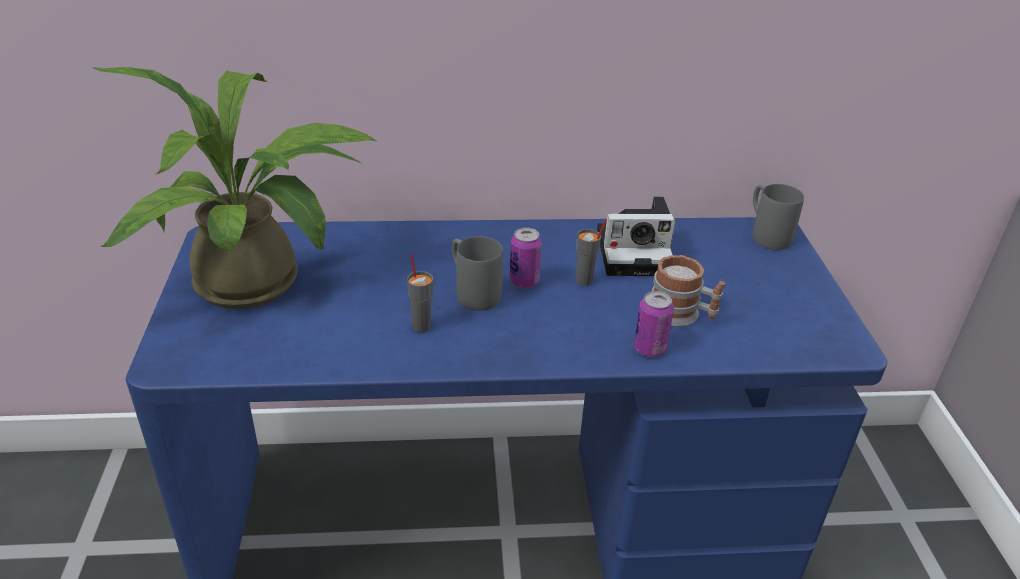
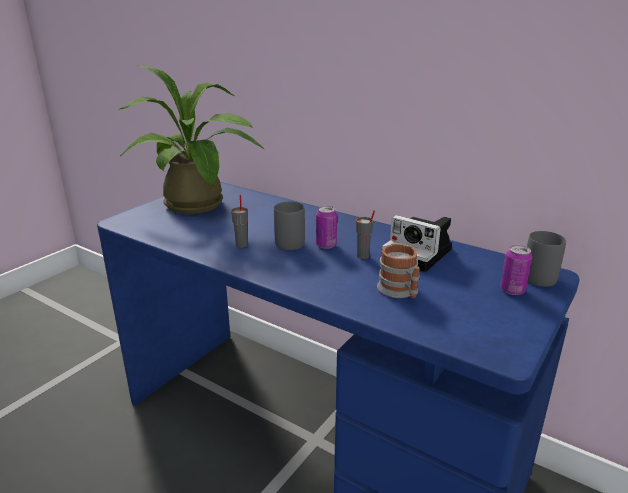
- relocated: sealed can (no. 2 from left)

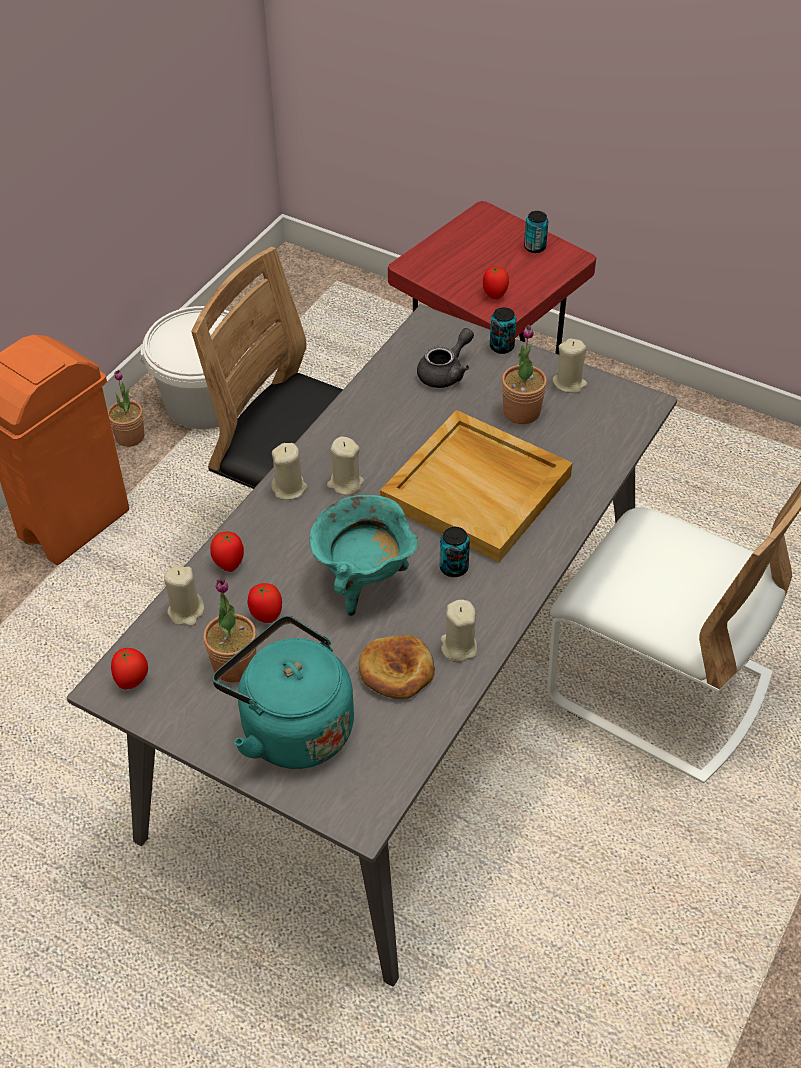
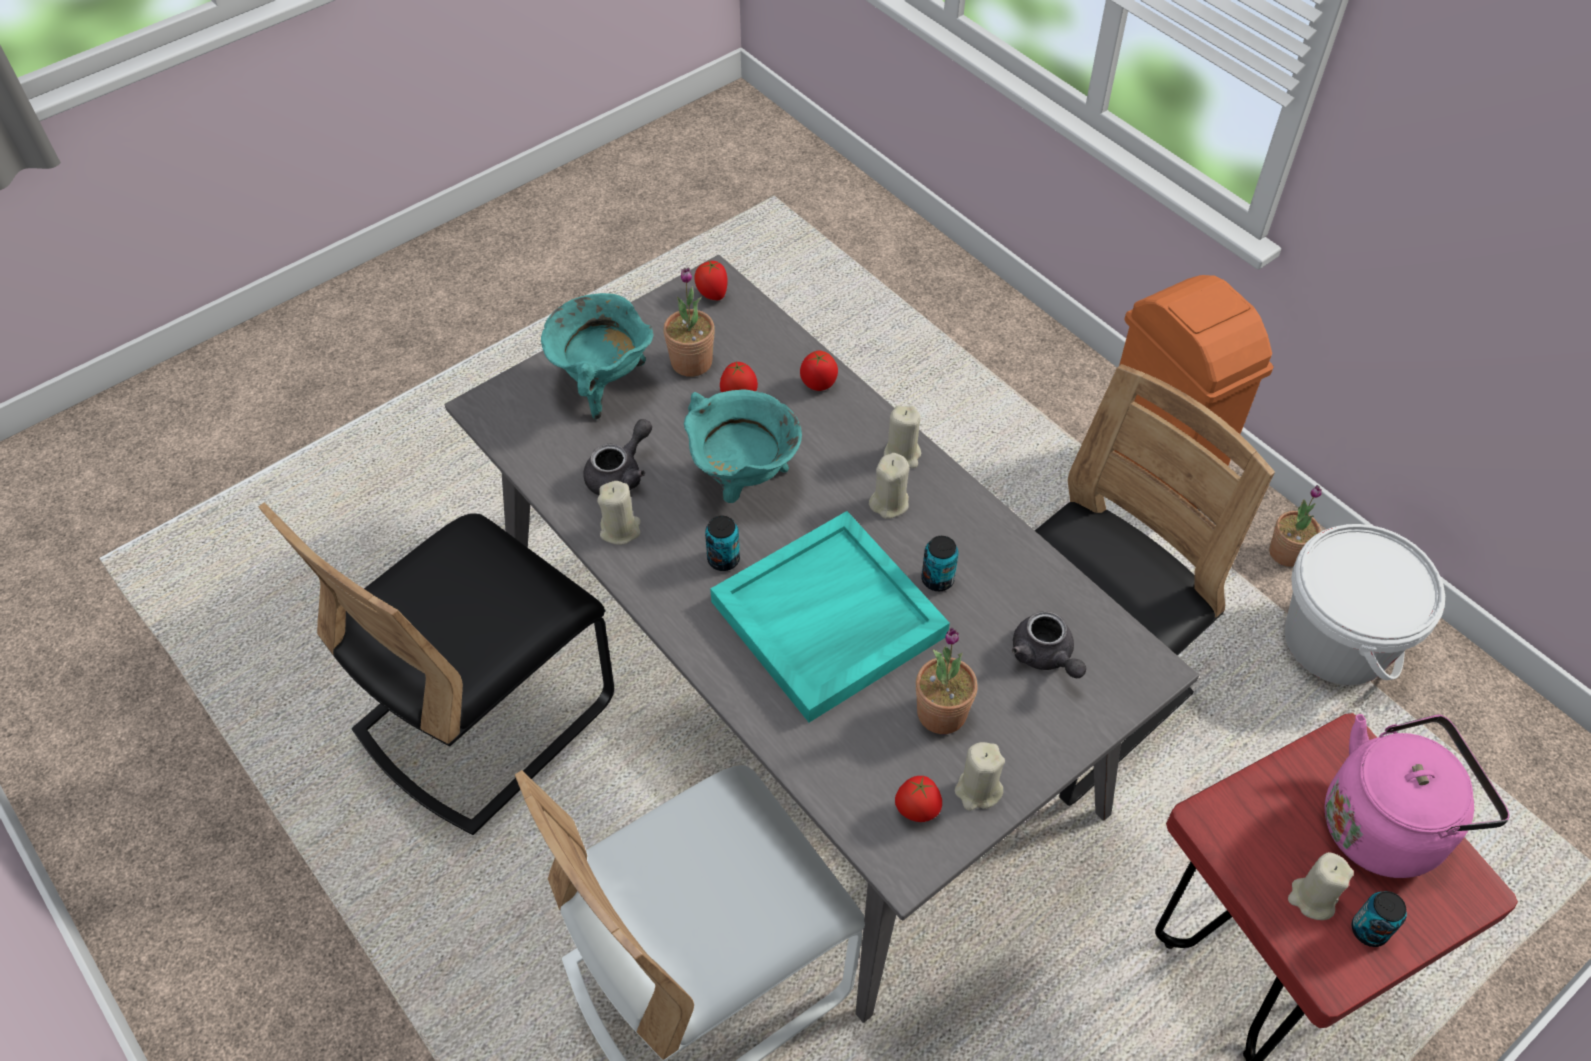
- appeared: black plain chair (no. 1 from left)
- appeared: pink-coloured kettle
- relocated: sand-coloured wax light (no. 1 from left in the first image) to sand-coloured wax light (no. 5 from left)
- relocated: tomato (no. 4 from left)
- relocated: sealed can (no. 2 from left)
- exchanged: turquoise kettle to turquoise saucepot (no. 1 from left)
- exchanged: bakery bread to gray tea pot (no. 1 from left)
- colour: sand-coloured tray to turquoise tray

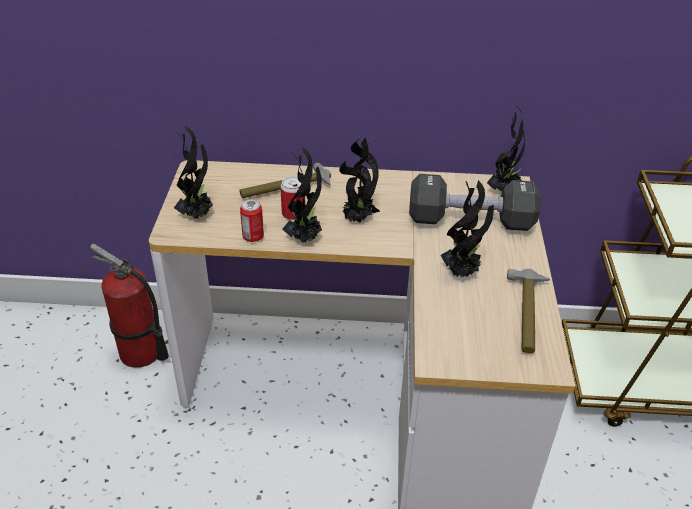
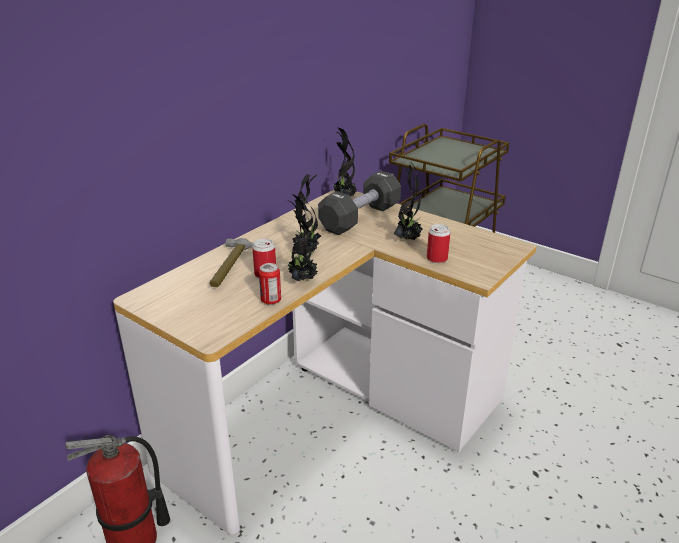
- missing: plant in a pot (no. 1 from left)
- missing: tool hammer (no. 2 from left)
- appeared: sealed can (no. 3 from left)

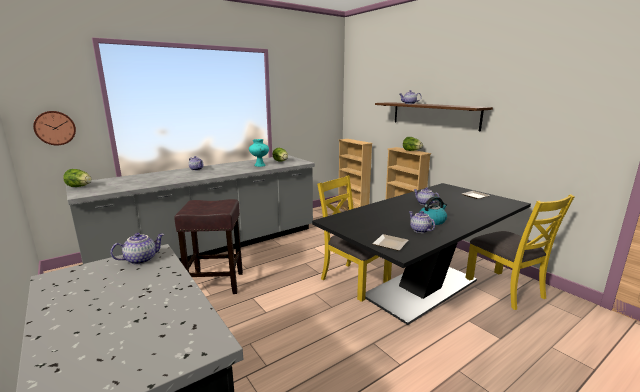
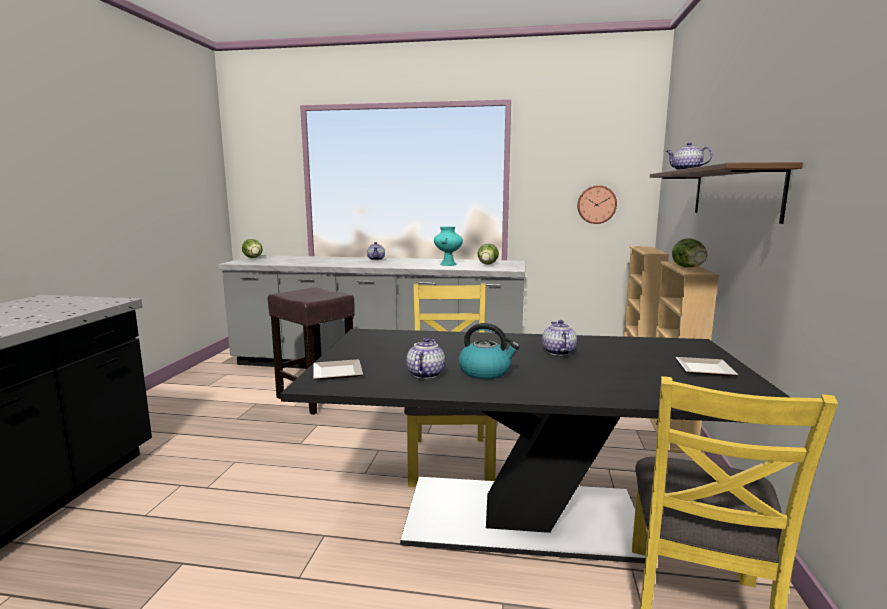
- missing: tea pot (no. 1 from left)
- relocated: hanging clock

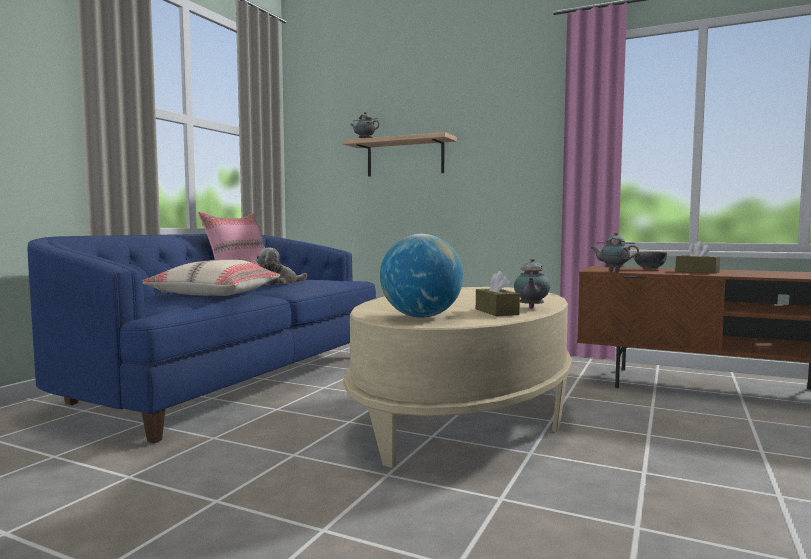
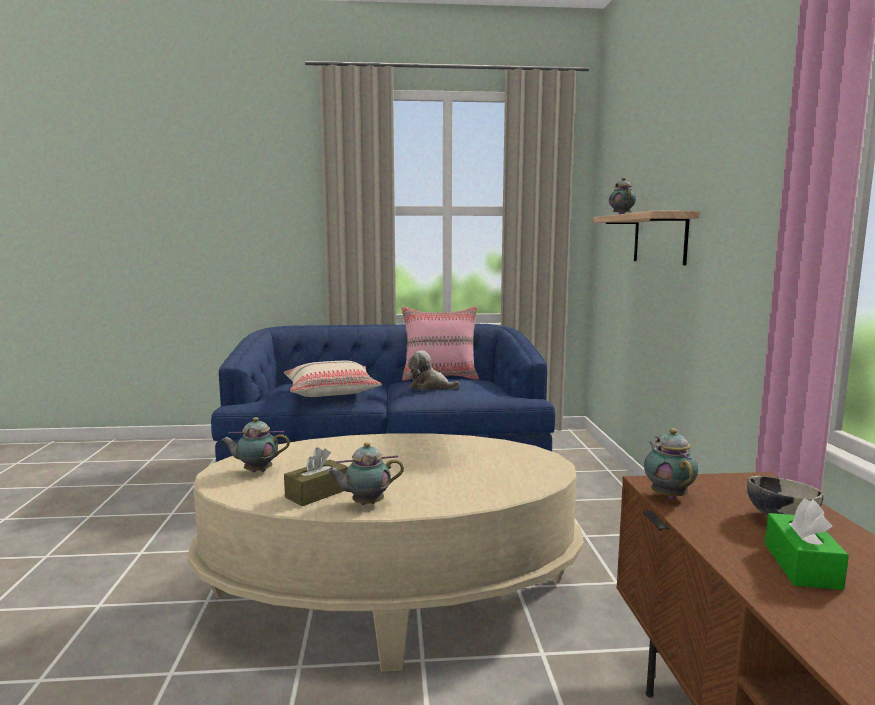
- exchanged: globe to tea pot (no. 1 from left)
- colour: brown tissue box (no. 2 from left) to green-coloured tissue box

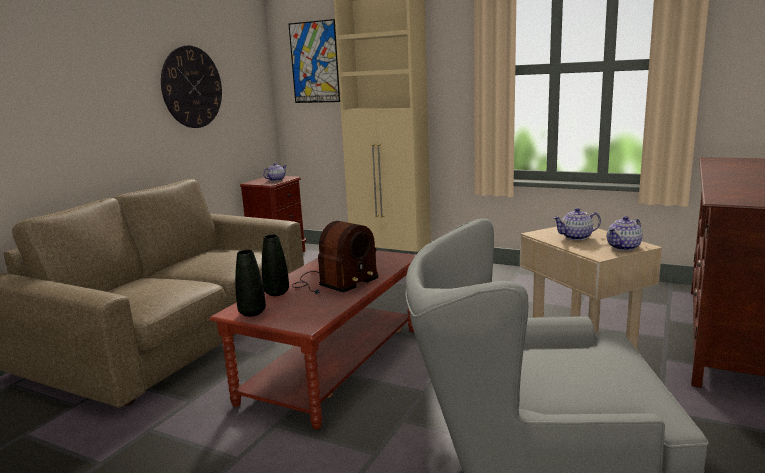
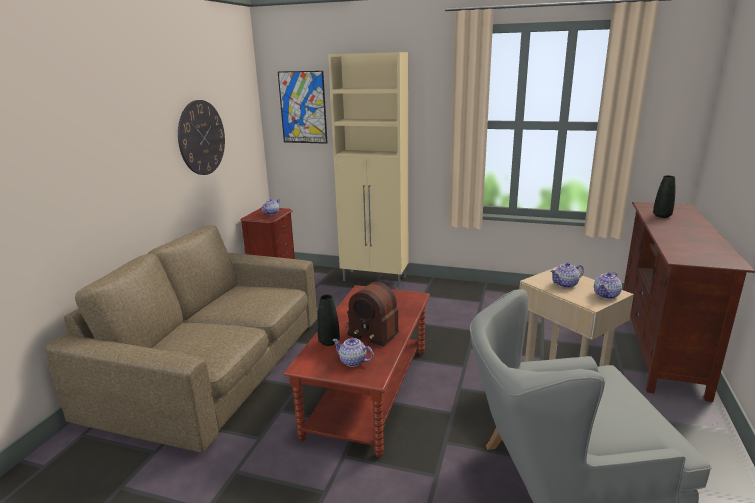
- appeared: tea pot (no. 2 from left)
- relocated: black flower vase (no. 1 from left in the first image) to black flower vase (no. 2 from left)
- spun: radio receiver 90 degrees clockwise

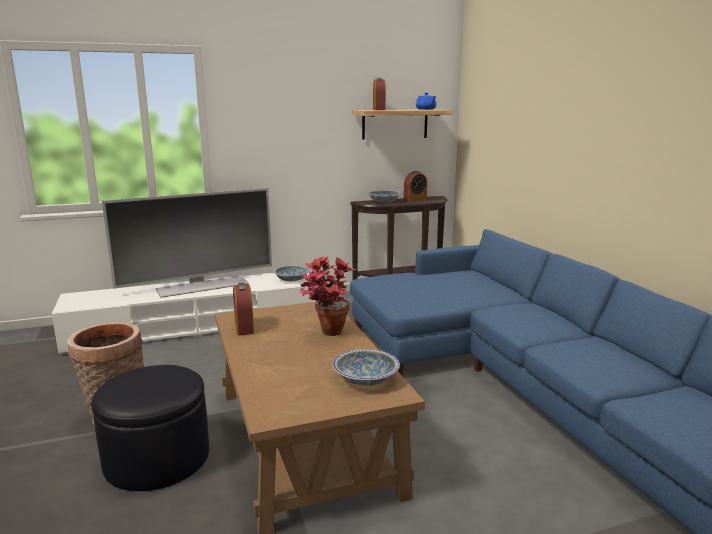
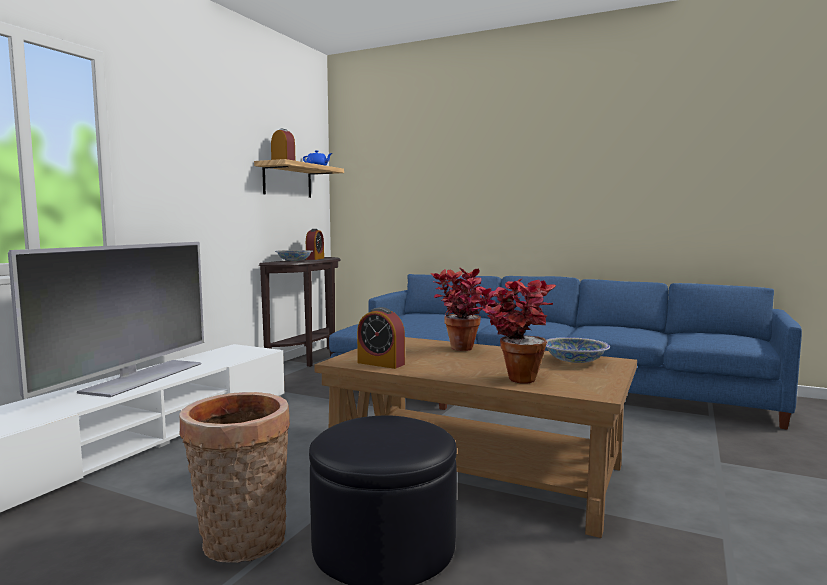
- missing: serving bowl (no. 1 from left)
- appeared: plant in a pot (no. 2 from left)

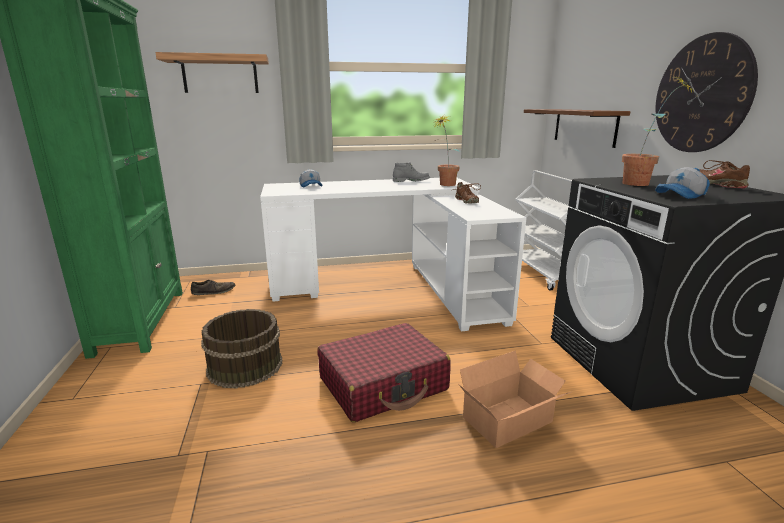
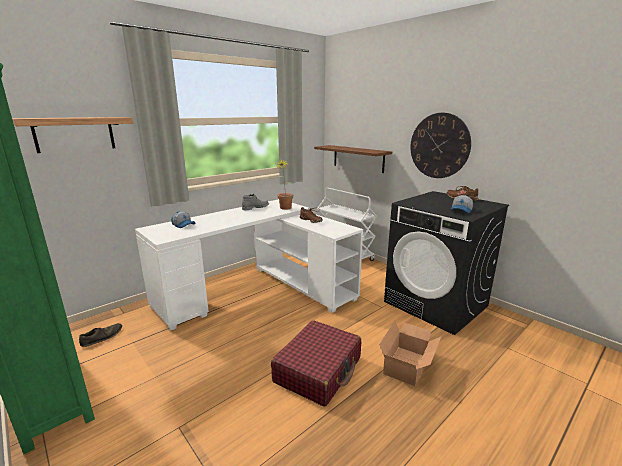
- missing: brown water bucket
- missing: plant in a pot (no. 2 from left)

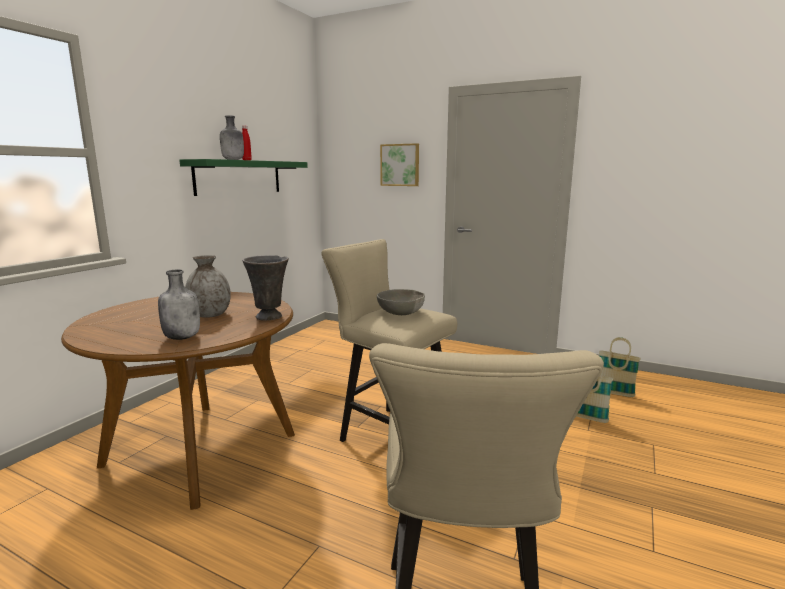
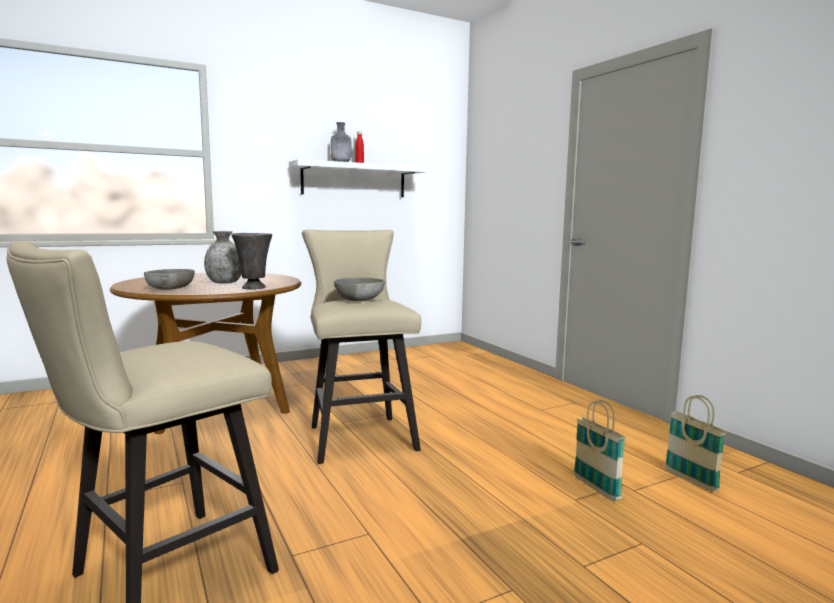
- missing: wall picture
- exchanged: gray beverage bottle (no. 1 from left) to gray serving bowl (no. 1 from left)
- colour: green-coloured wall shelf to white wall shelf

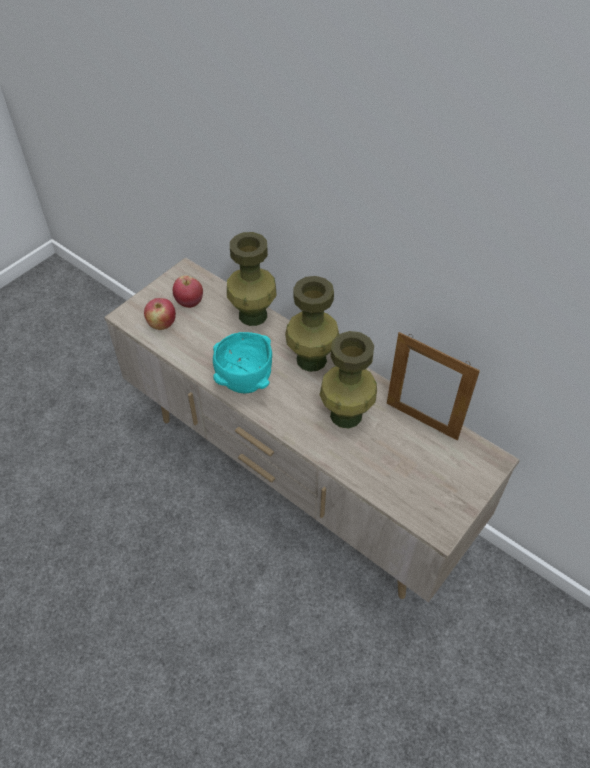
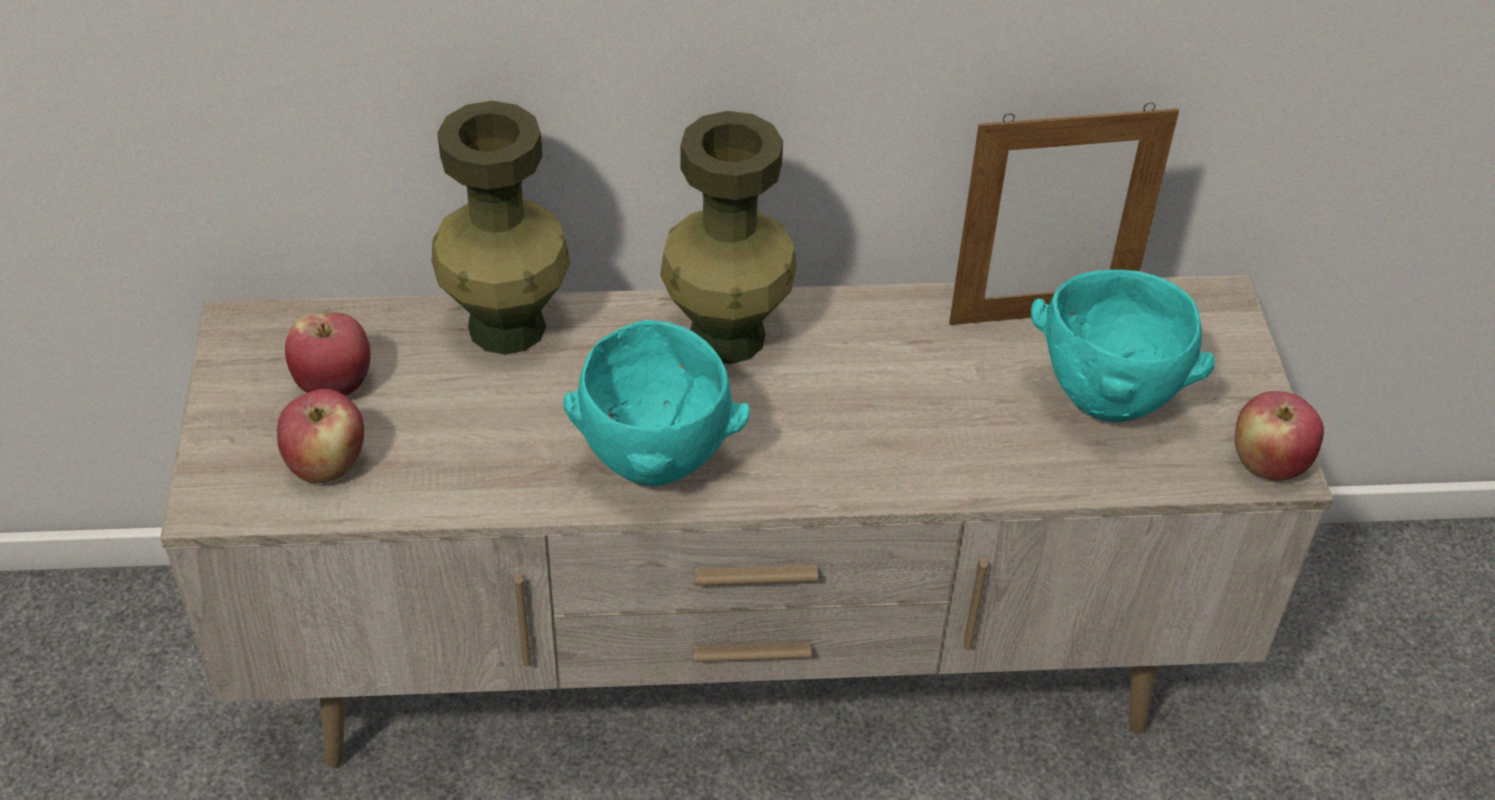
- missing: green-coloured flower vase (no. 3 from left)
- appeared: turquoise serving bowl (no. 2 from left)
- appeared: apple fruit (no. 3 from left)

